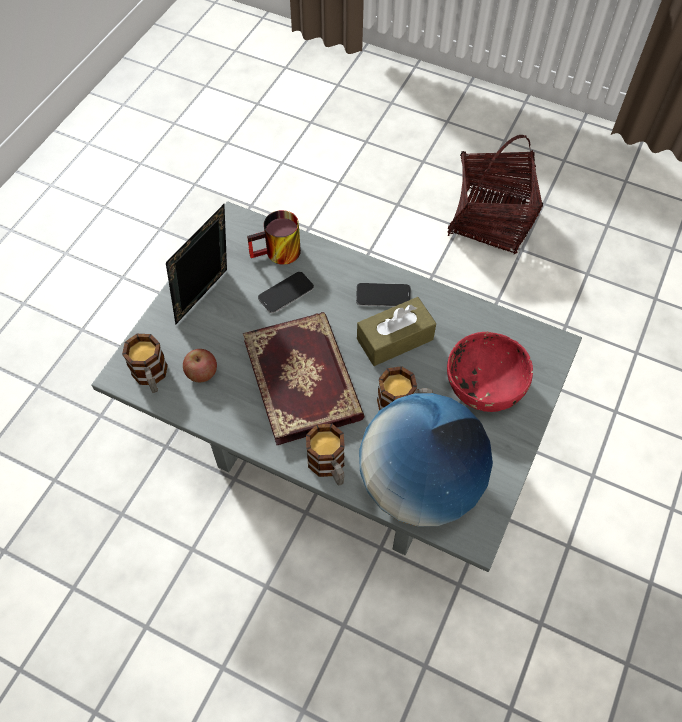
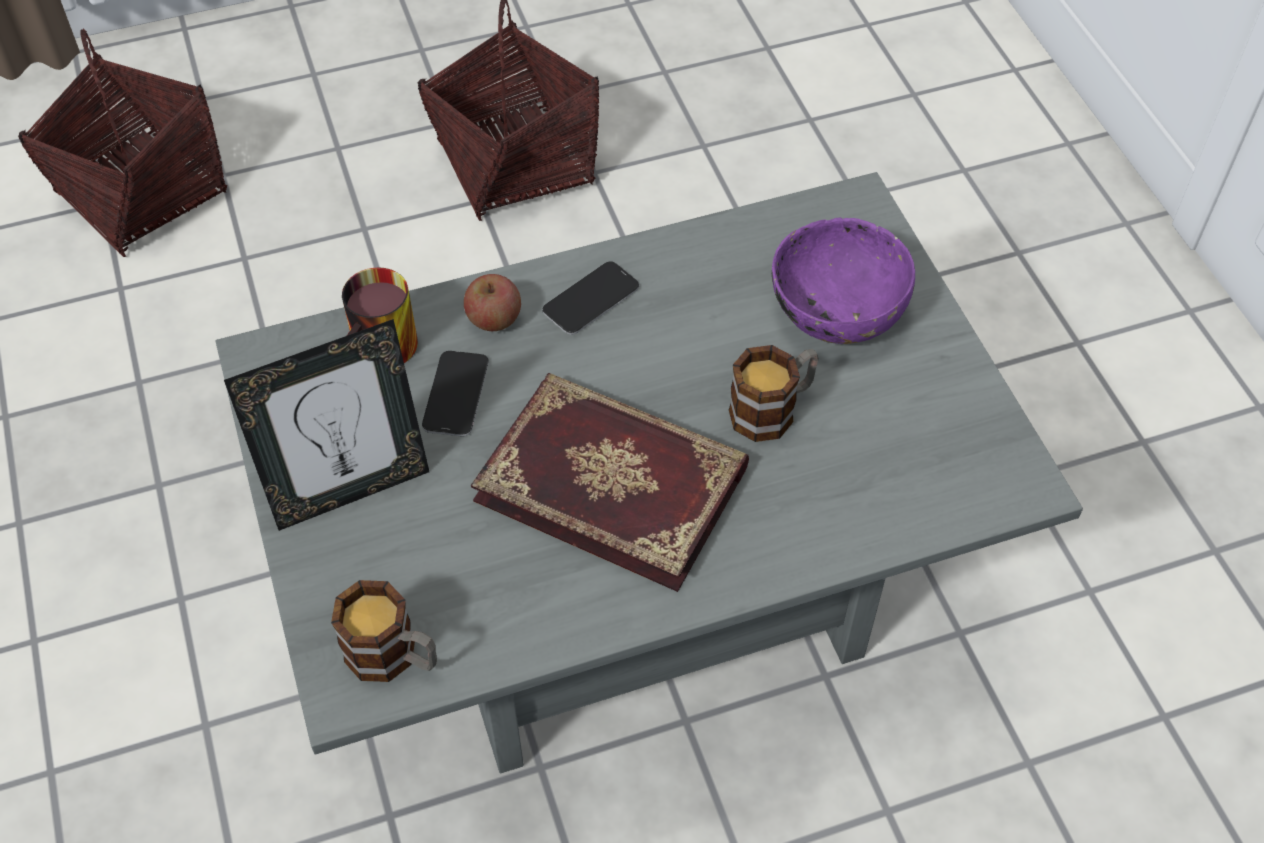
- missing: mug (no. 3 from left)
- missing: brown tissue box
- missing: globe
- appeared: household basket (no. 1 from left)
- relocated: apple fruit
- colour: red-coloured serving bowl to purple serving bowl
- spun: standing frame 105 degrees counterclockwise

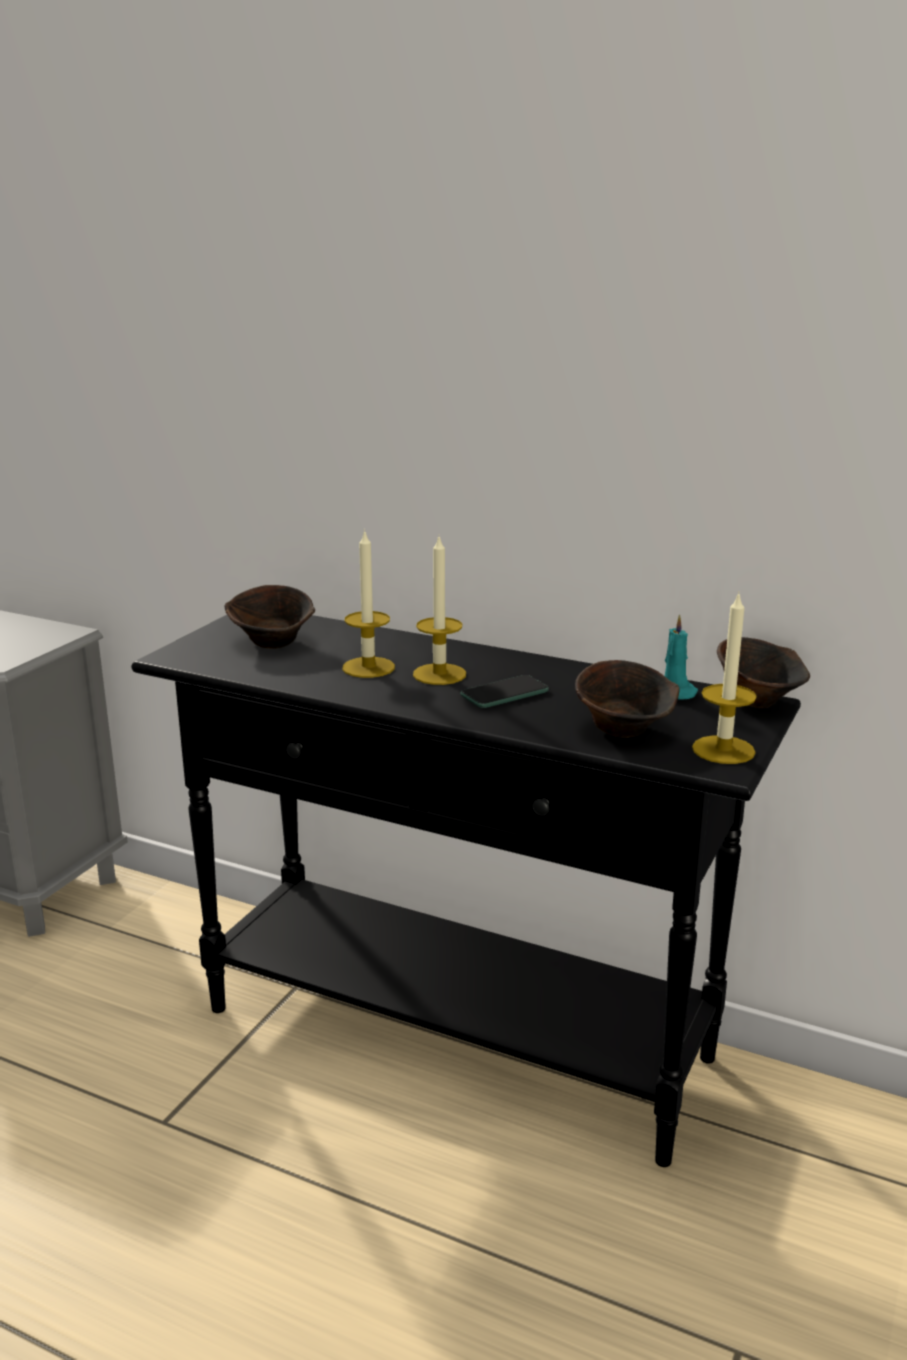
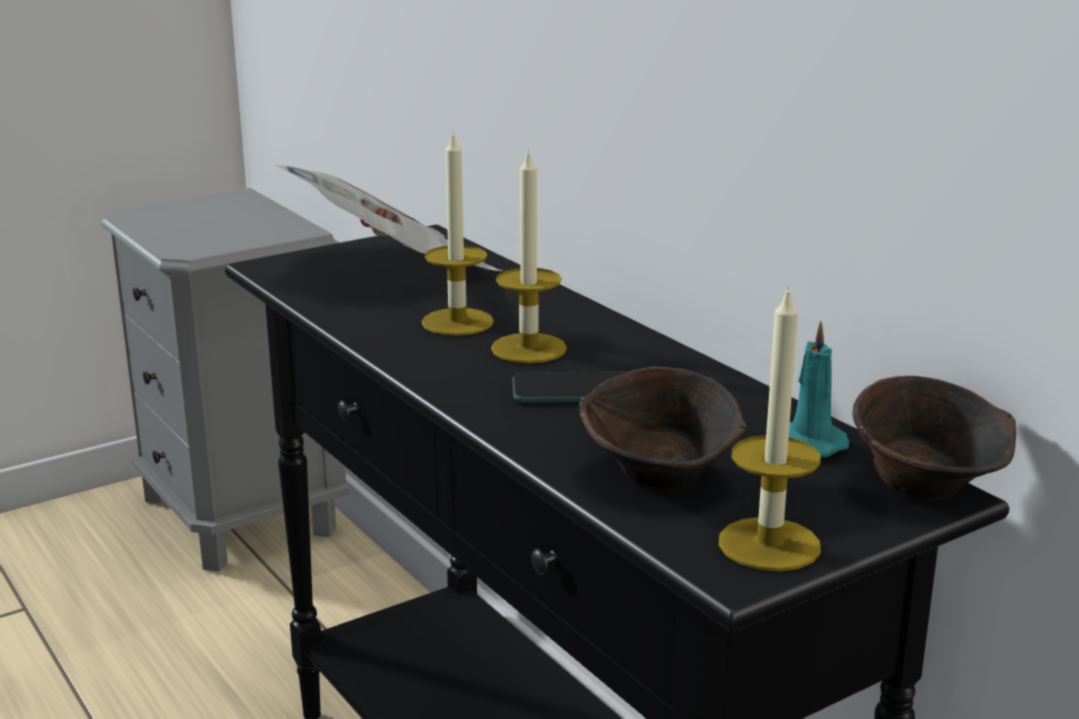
- exchanged: brown serving bowl (no. 1 from left) to daily paper

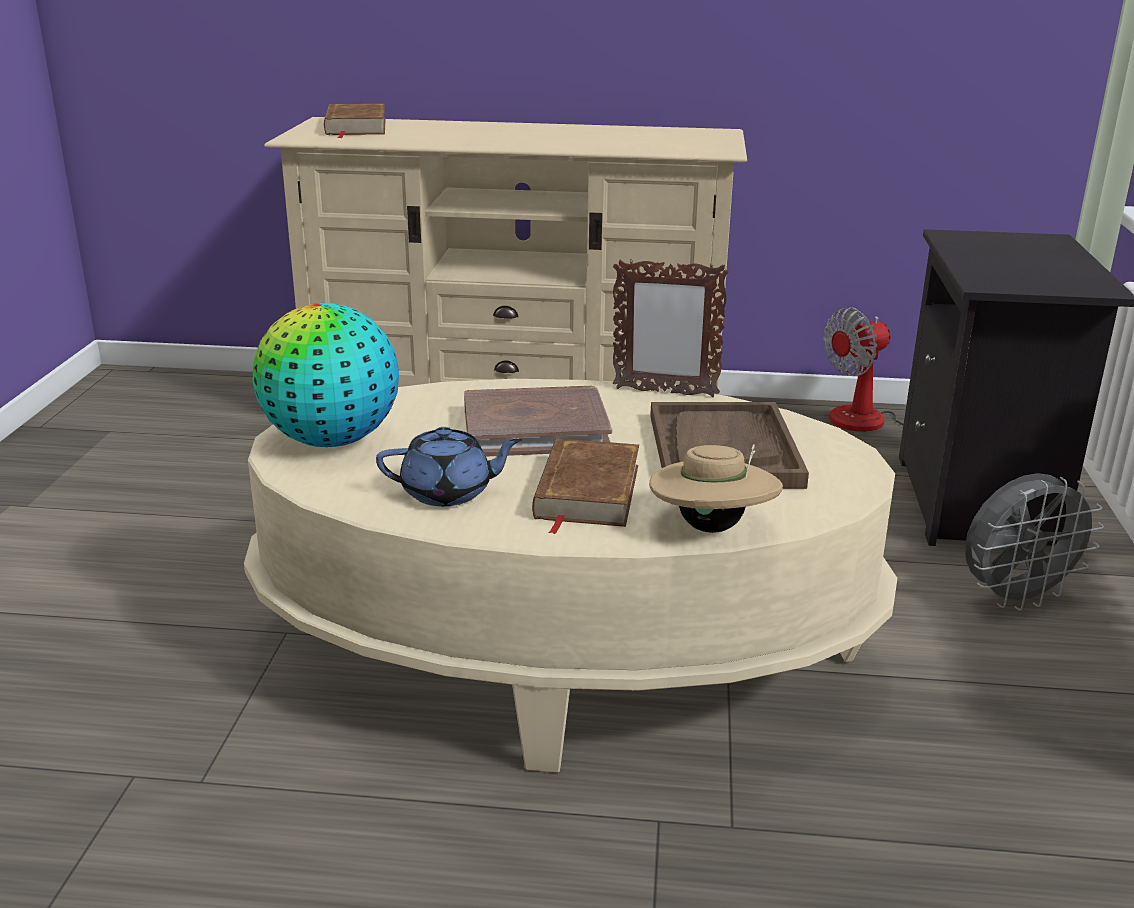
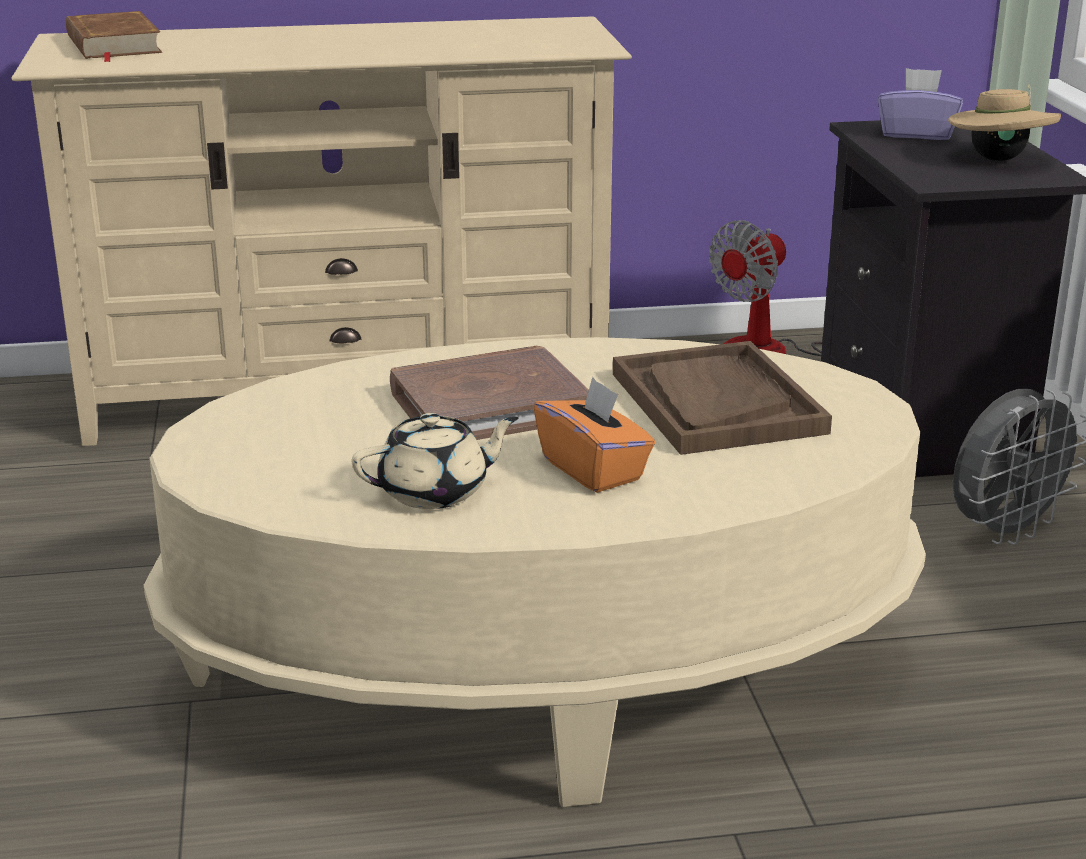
- missing: globe
- missing: standing frame
- appeared: purple tissue box
- relocated: sand-coloured hat
- exchanged: brown book (no. 3 from left) to orangey tissue box
- colour: blue tea pot to sand-coloured tea pot

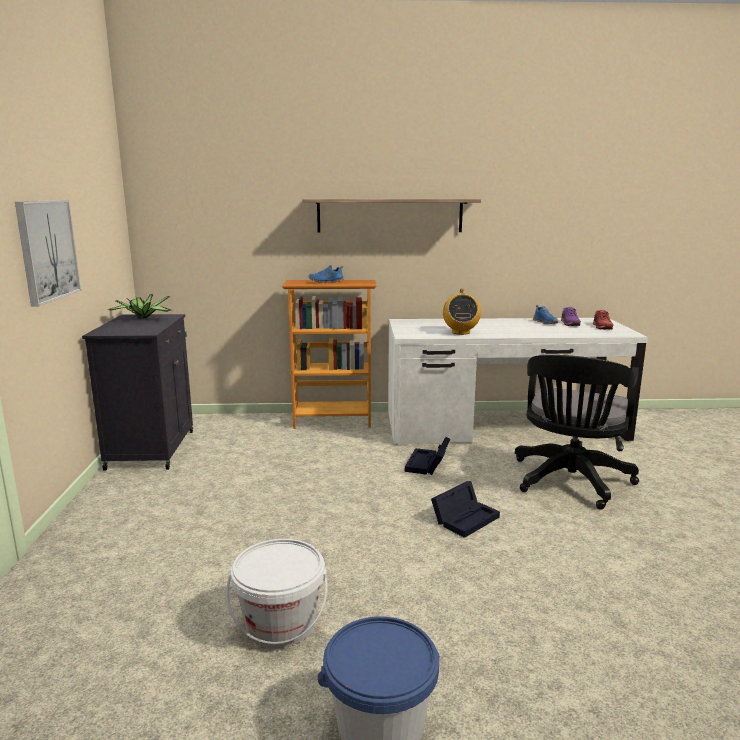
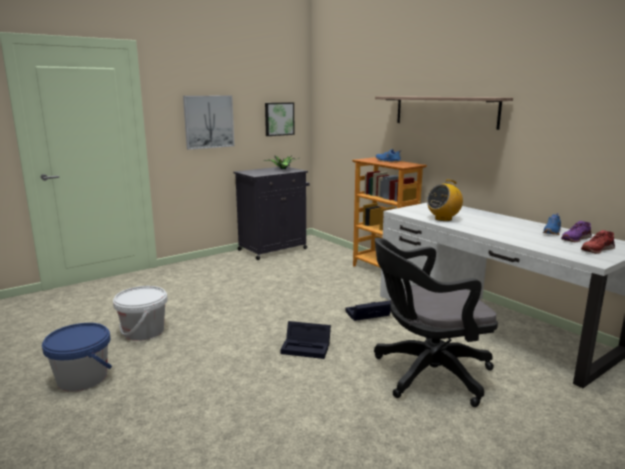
- appeared: wall picture (no. 2 from left)

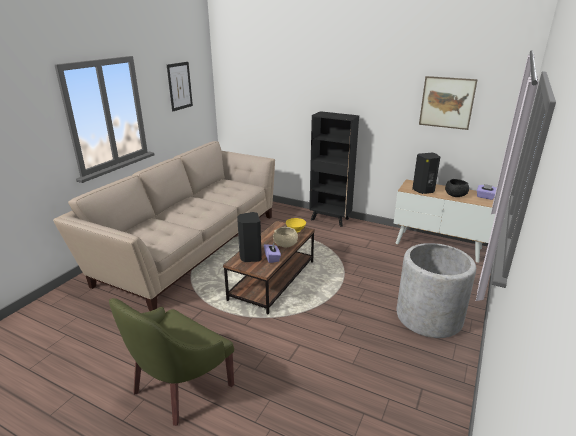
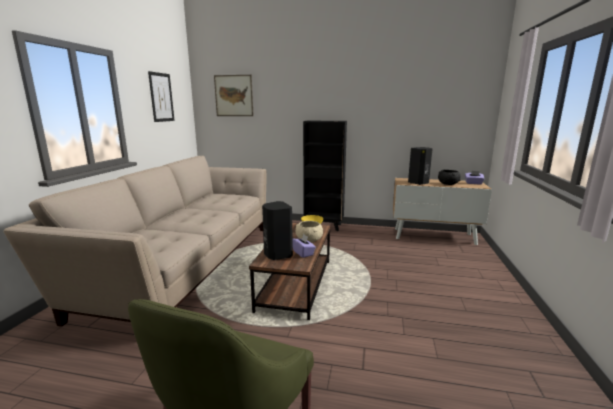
- missing: gray plant pot
- relocated: wall picture (no. 2 from left)

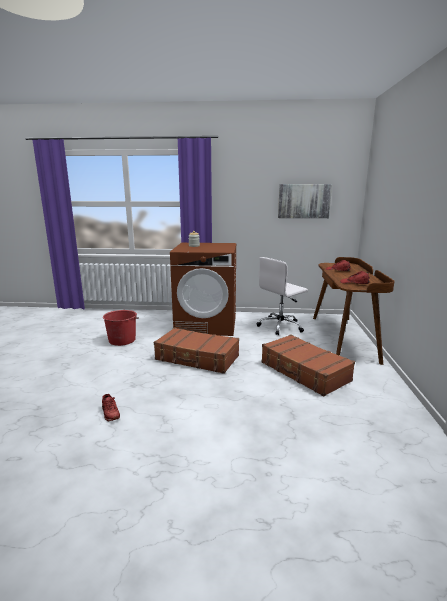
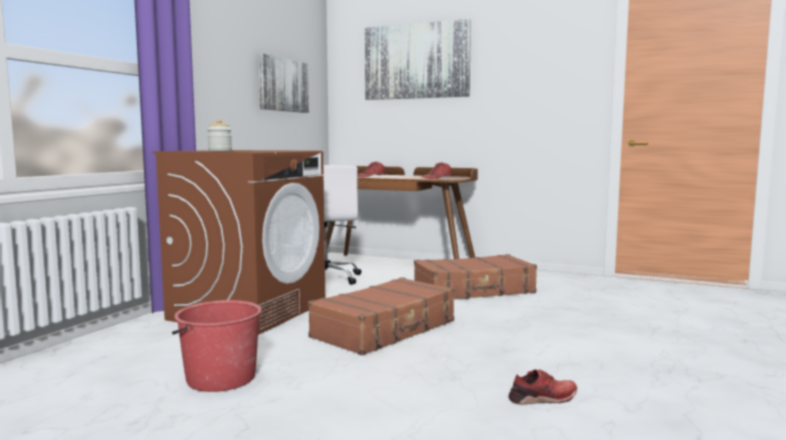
- appeared: wall picture (no. 2 from left)

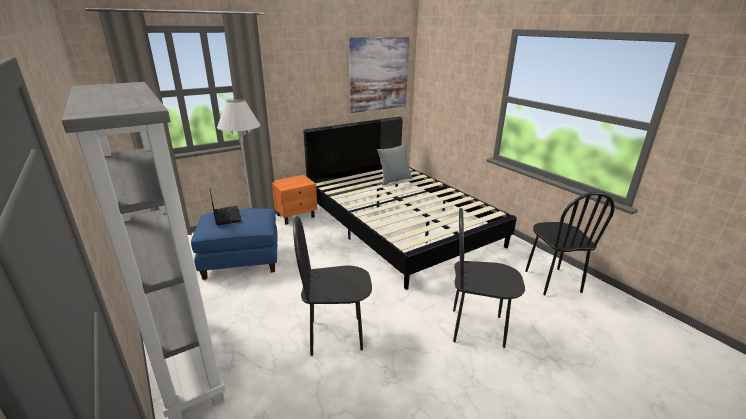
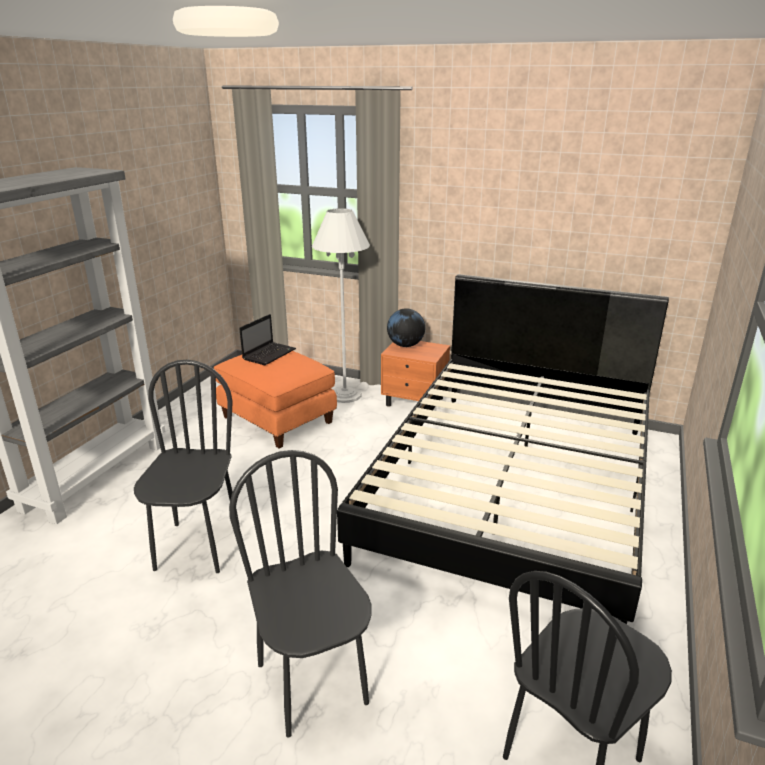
- missing: wall picture
- missing: gray throw pillow
- appeared: globe
- colour: blue pouffe to orangey pouffe
- spun: black plain chair (no. 1 from left) 45 degrees clockwise

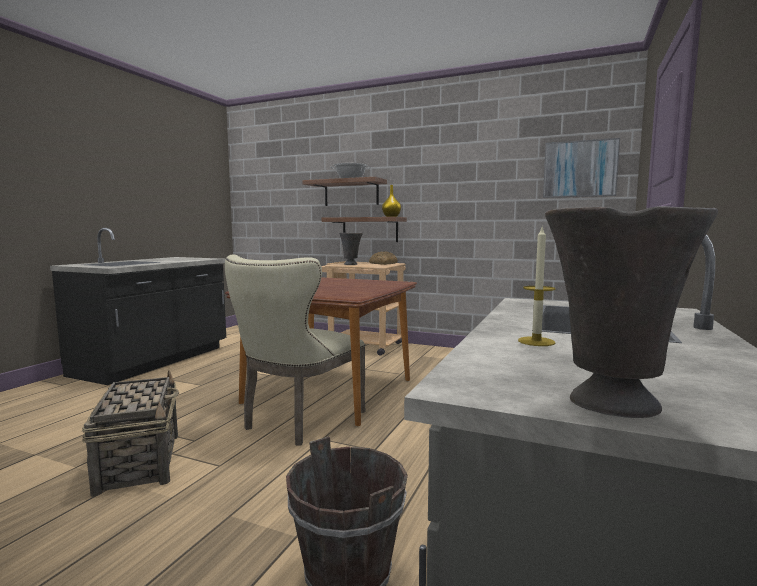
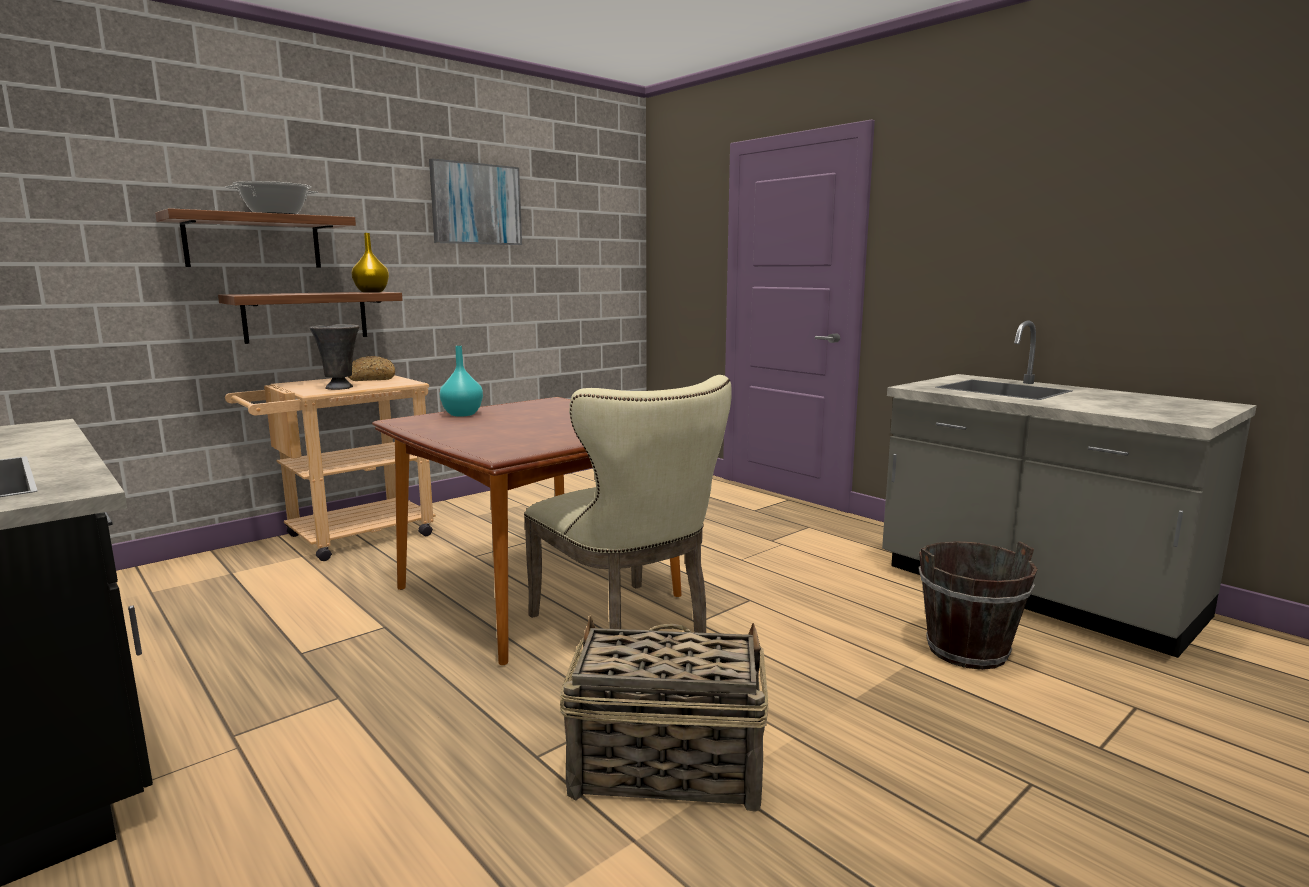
- missing: wax light
- missing: gray flower vase (no. 2 from left)
- appeared: turquoise flower vase
- relocated: wall picture

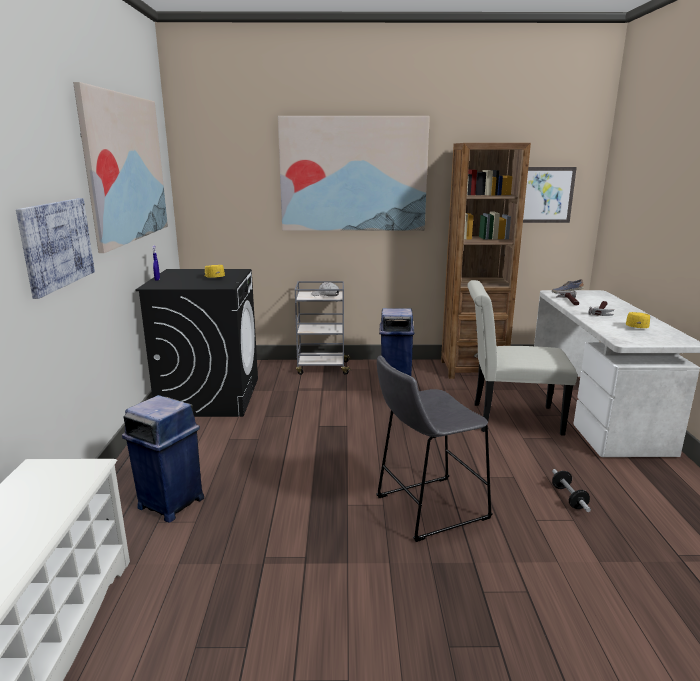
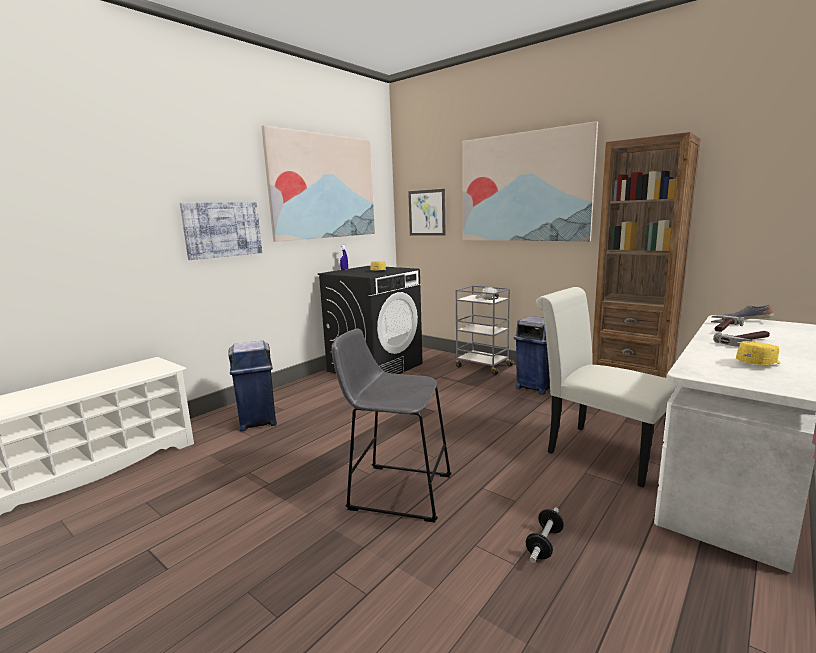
- relocated: wall picture (no. 4 from left in the first image) to wall picture (no. 3 from left)

